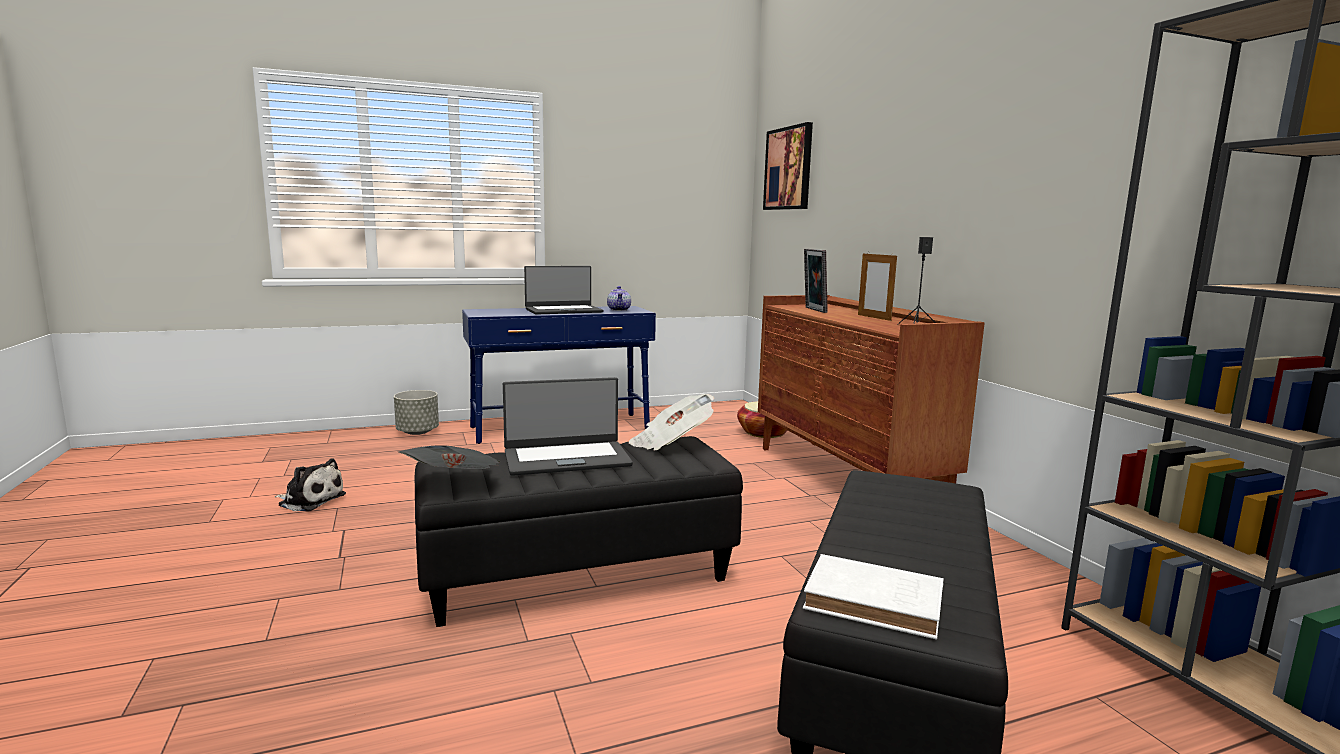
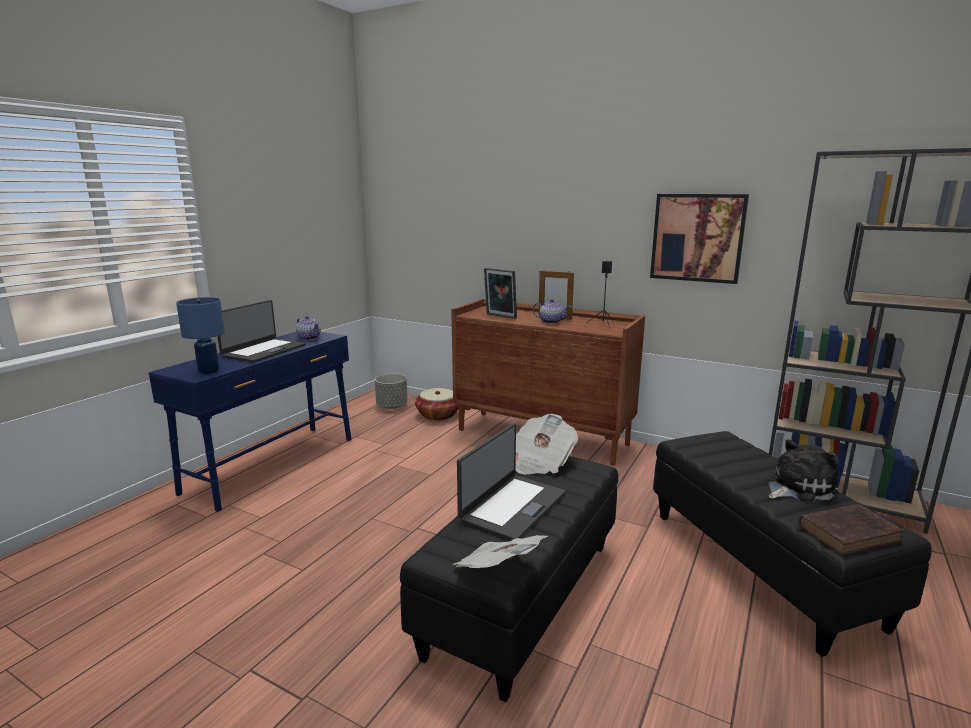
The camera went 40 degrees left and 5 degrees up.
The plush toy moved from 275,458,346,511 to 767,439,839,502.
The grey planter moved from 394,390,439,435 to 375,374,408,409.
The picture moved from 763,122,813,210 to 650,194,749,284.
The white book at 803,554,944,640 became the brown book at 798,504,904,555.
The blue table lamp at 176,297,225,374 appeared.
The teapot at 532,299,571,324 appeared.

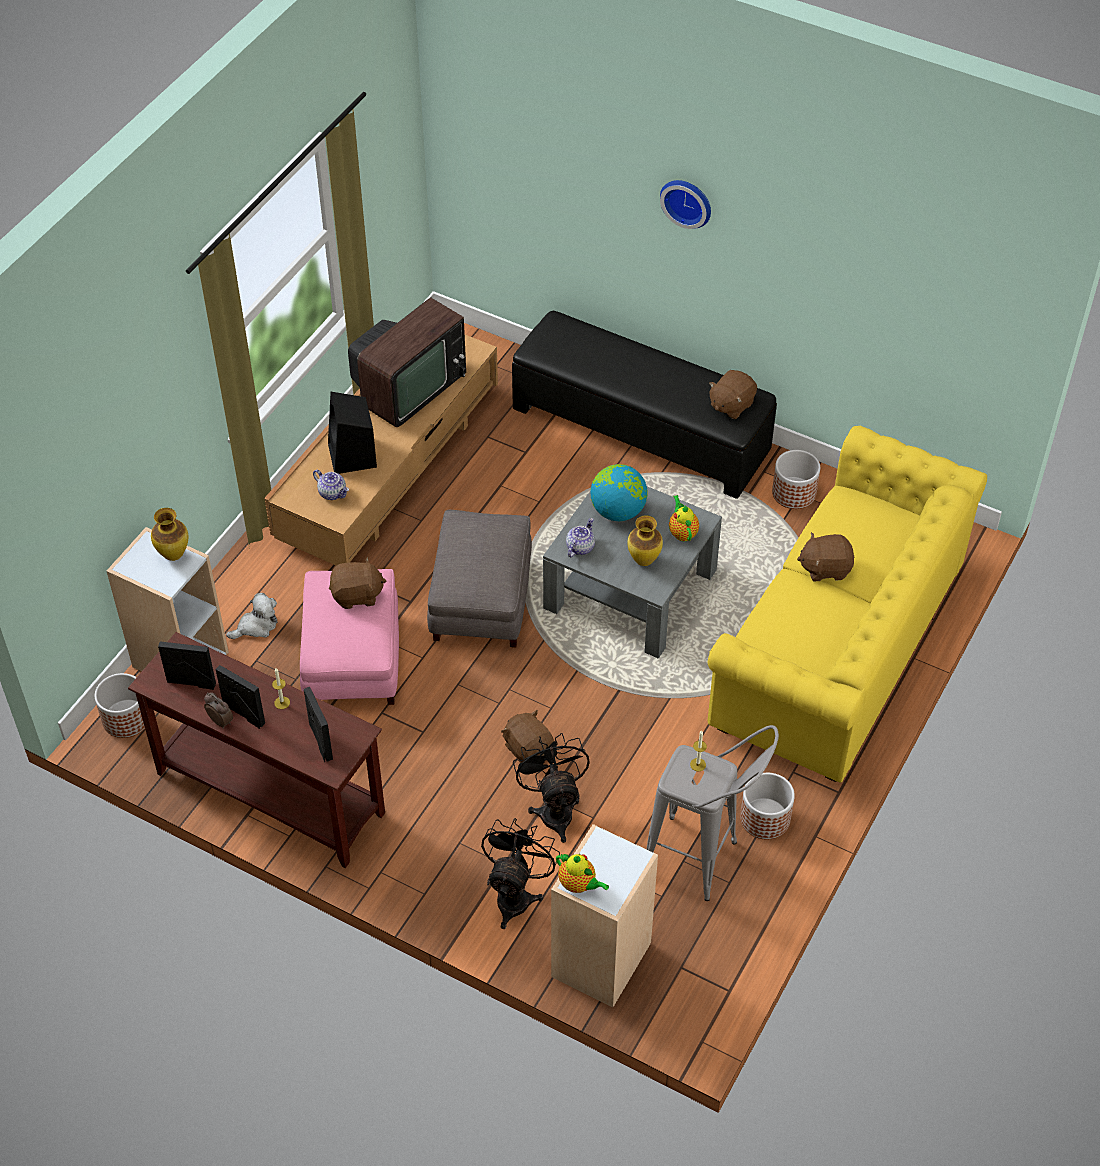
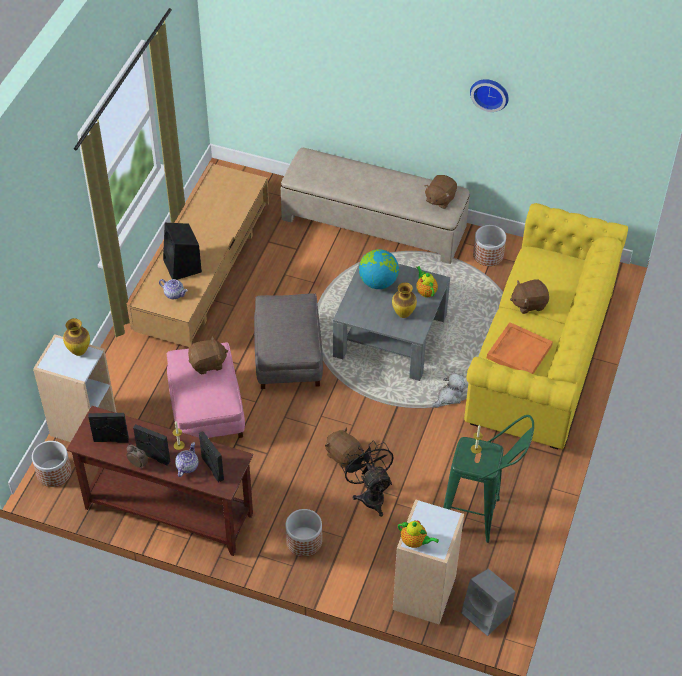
The camera went 10 degrees left and 0 degrees up.
The plush toy moved from 226,593,278,639 to 432,372,465,408.
The television at 348,297,466,427 disappeared.
The black fan at 481,818,560,929 disappeared.
The black bench at 512,310,777,499 became the beige bench at 281,148,470,264.
The teapot moved from 566,518,595,557 to 175,442,198,477.
The grey stool at 647,725,779,901 became the green stool at 444,415,534,543.
The wall clock moved from 660,180,711,229 to 470,79,509,112.
The planter moved from 740,773,795,840 to 286,509,322,557.
The grey speaker at 461,569,515,636 appeared.
The orange tray at 487,322,553,374 appeared.

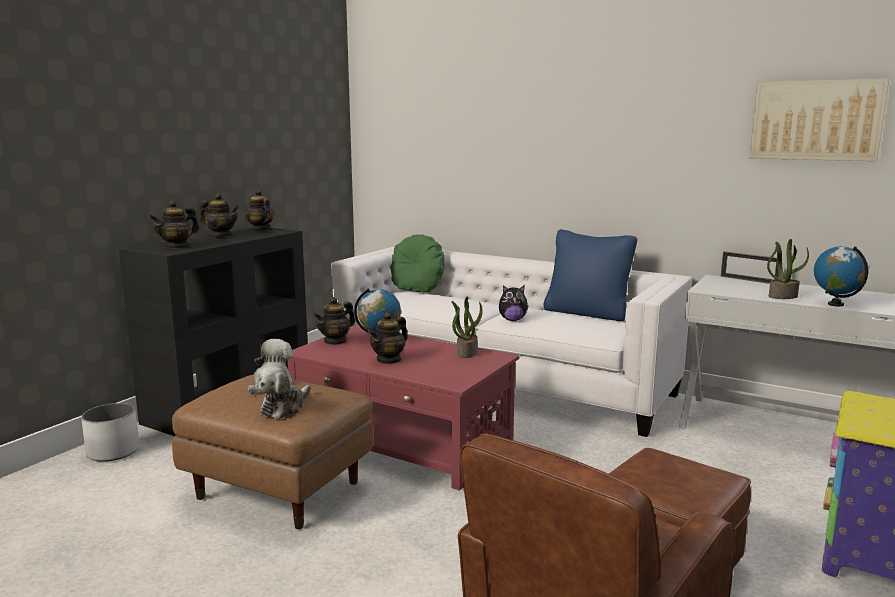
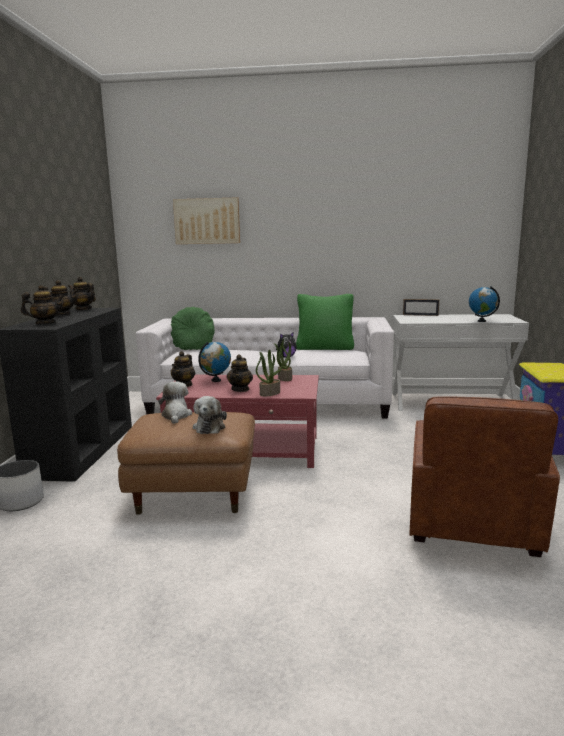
The camera went 25 degrees left and 0 degrees up.
The teapot at 149,201,199,249 turned 120 degrees counterclockwise.
The blue pillow at 543,229,638,321 became the green pillow at 296,294,354,350.
The picture moved from 750,78,889,161 to 173,197,240,244.
The potted plant moved from 767,239,809,299 to 256,350,284,396.

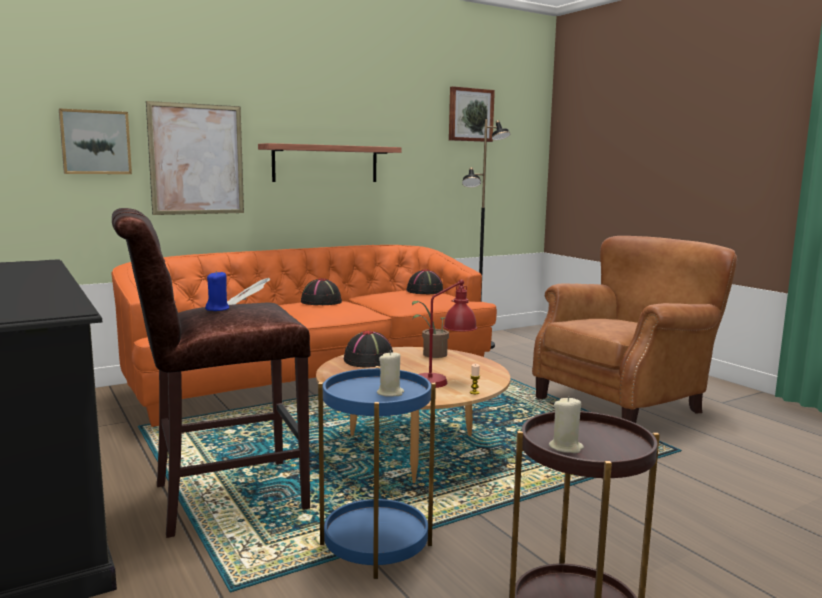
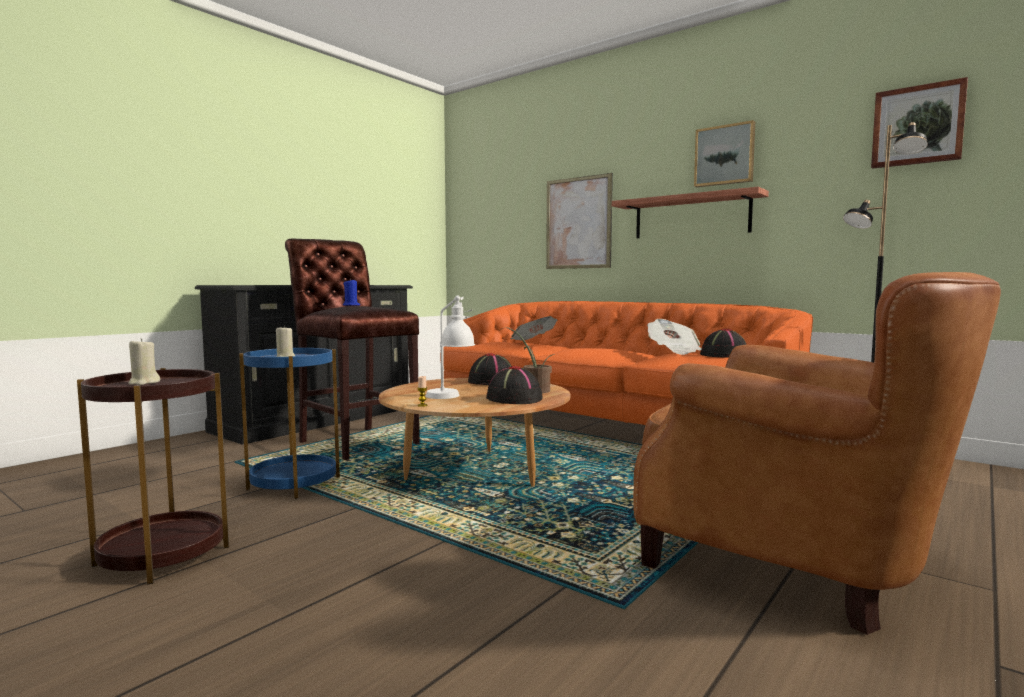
The camera went 70 degrees right and 5 degrees down.
The picture moved from 59,108,132,174 to 694,120,755,187.
The black hat moved from 301,278,342,305 to 486,366,543,404.
The red table lamp at 418,280,477,388 became the white table lamp at 426,296,475,399.
The newspaper at 647,319,702,355 appeared.

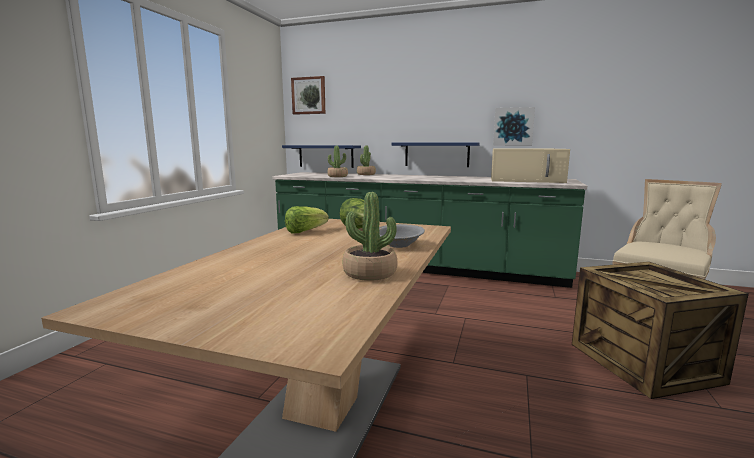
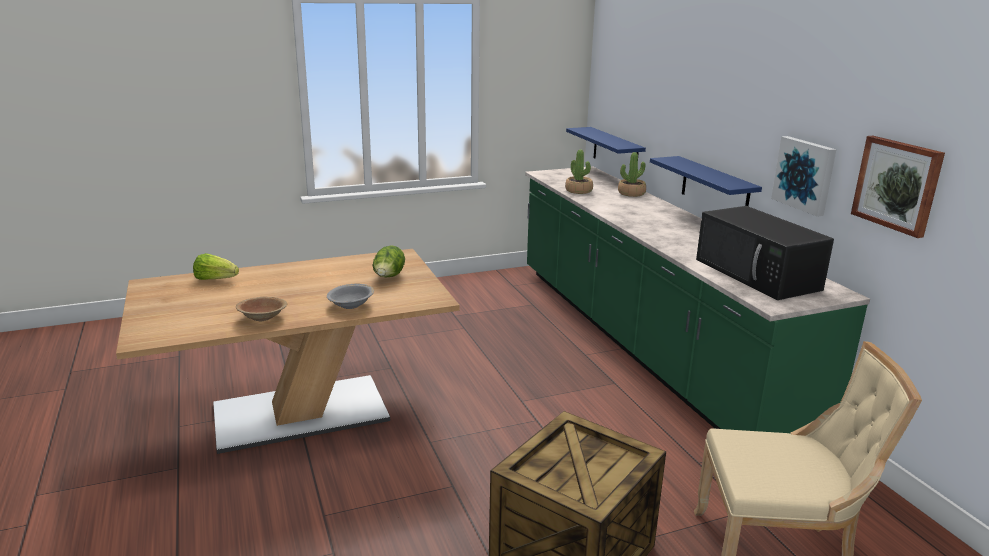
The camera went 50 degrees right and 10 degrees up.
The lettuce moved from 285,206,329,233 to 193,253,239,280.
The picture moved from 291,76,325,115 to 851,136,945,238.
The potted plant at 343,192,397,281 was replaced by the brown bowl at 236,296,287,321.
The beige microwave at 491,148,570,183 became the black microwave at 696,206,834,300.

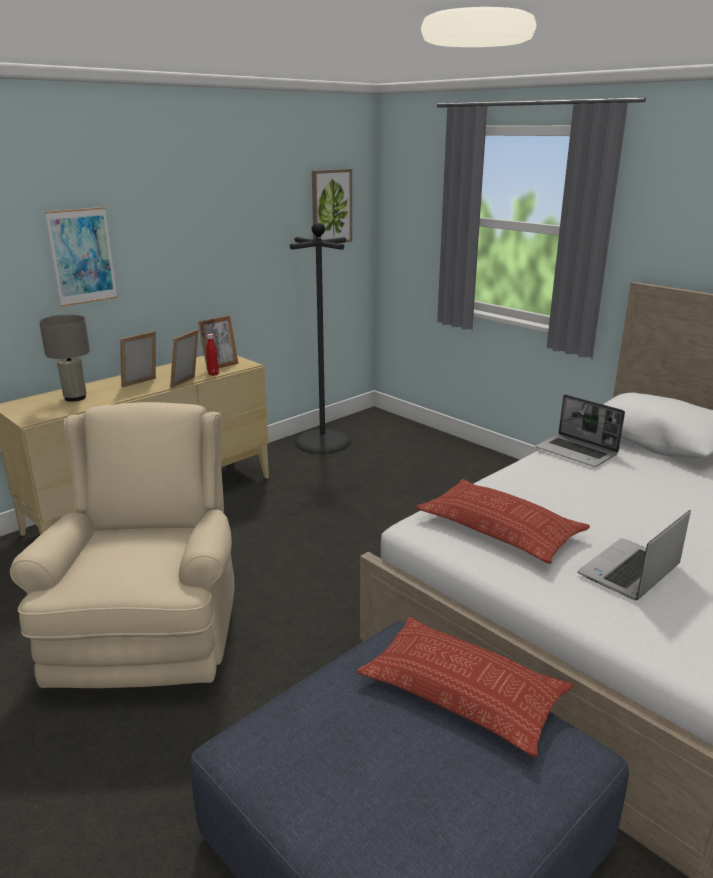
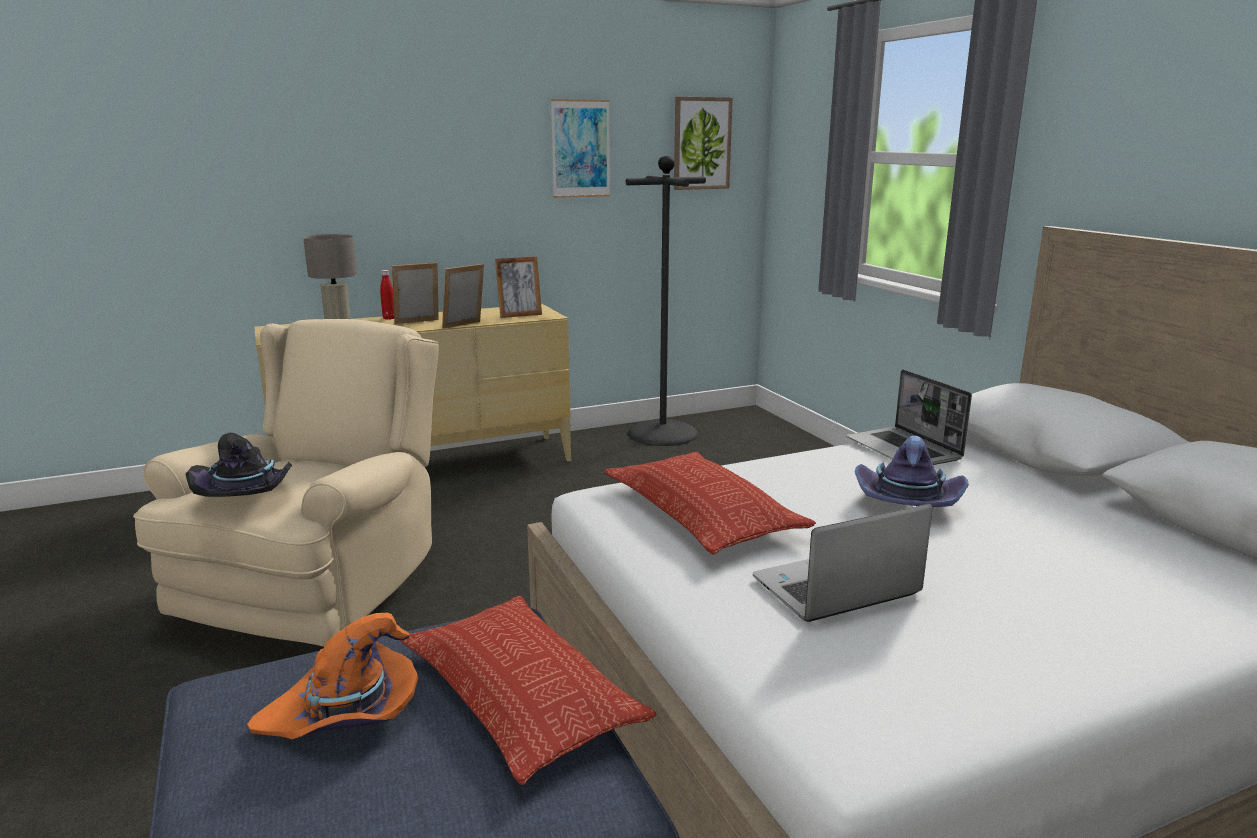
The camera went 20 degrees right and 5 degrees down.
The picture moved from 45,207,118,307 to 551,99,610,198.
The red bottle moved from 206,334,219,376 to 380,270,394,320.
The black hat at 186,433,292,497 appeared.
The orange hat at 247,613,418,739 appeared.
The purple hat at 855,436,969,507 appeared.

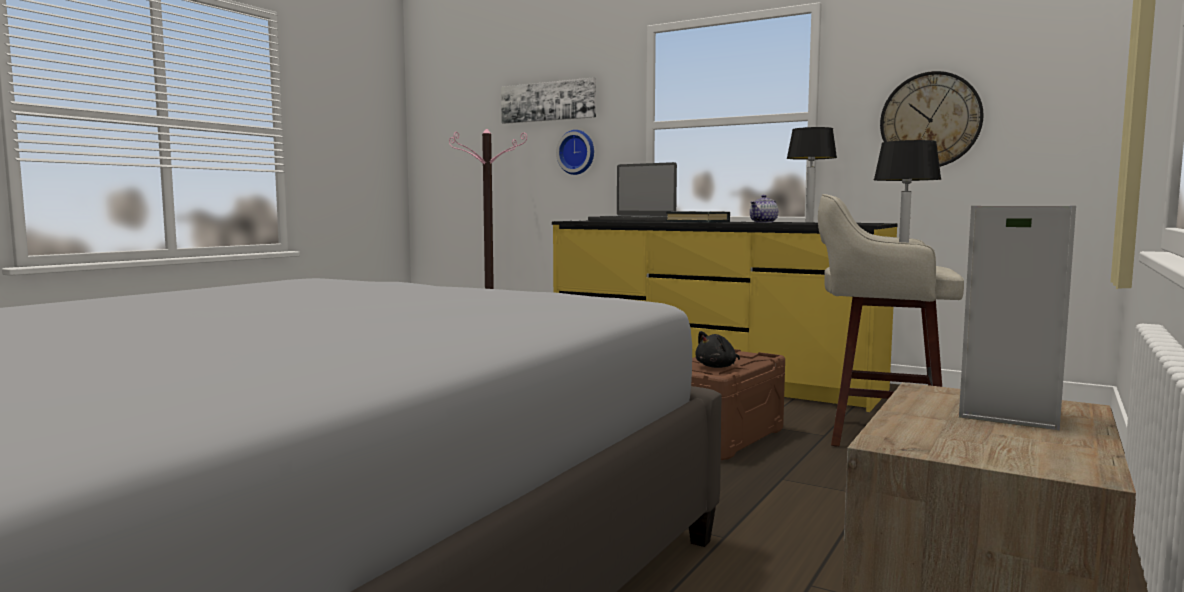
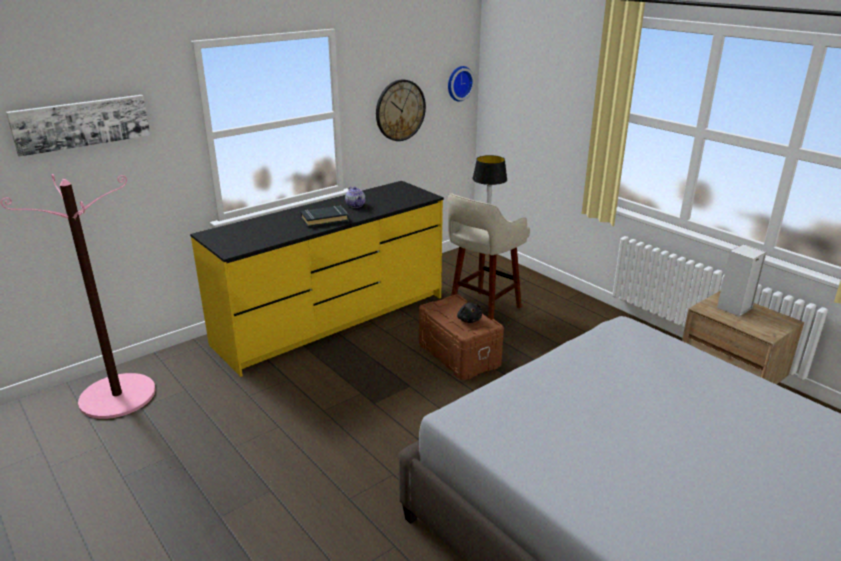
The camera went 70 degrees left and 20 degrees up.
The wall clock moved from 556,130,594,175 to 448,66,475,102.
The laptop at 588,162,677,222 disappeared.
The table lamp at 787,127,837,223 disappeared.

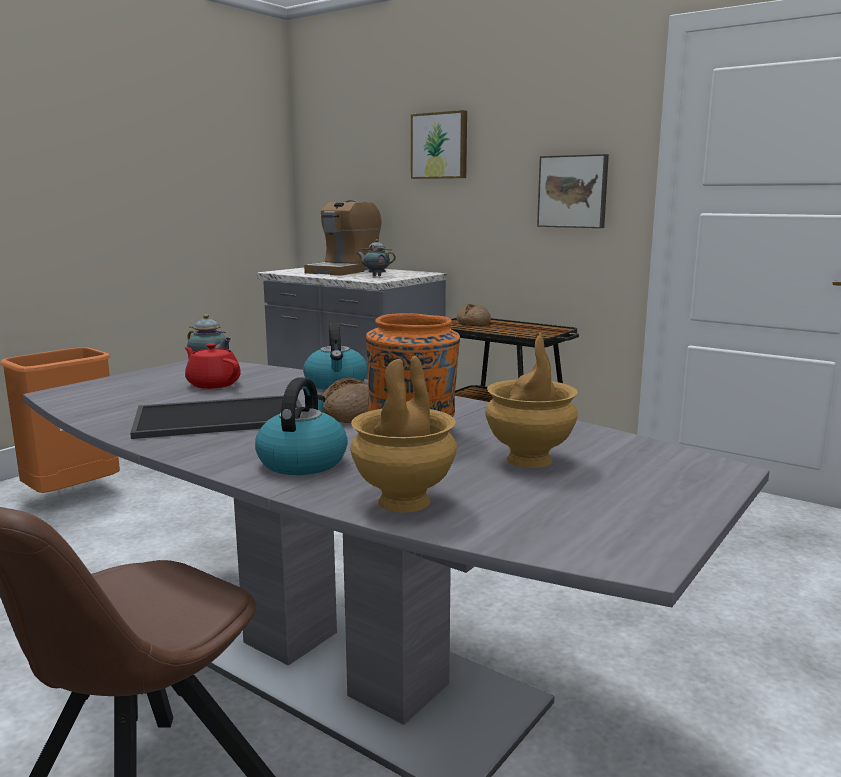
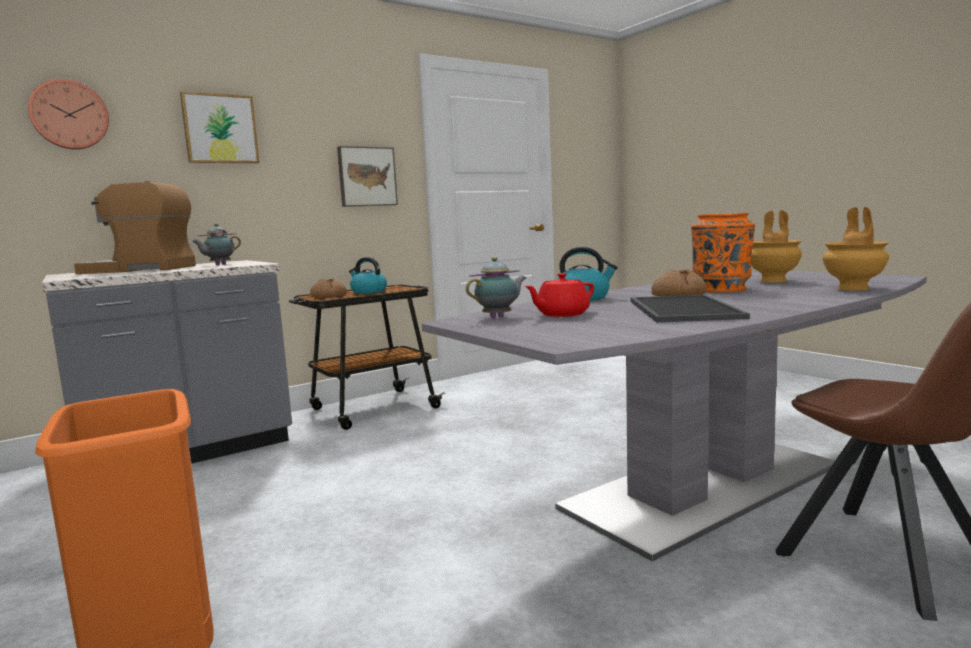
The camera went 70 degrees left and 5 degrees down.
The kettle moved from 255,377,348,475 to 349,257,387,294.
The coffee machine at 304,200,382,276 turned 135 degrees clockwise.
The wall clock at 28,79,109,150 appeared.

